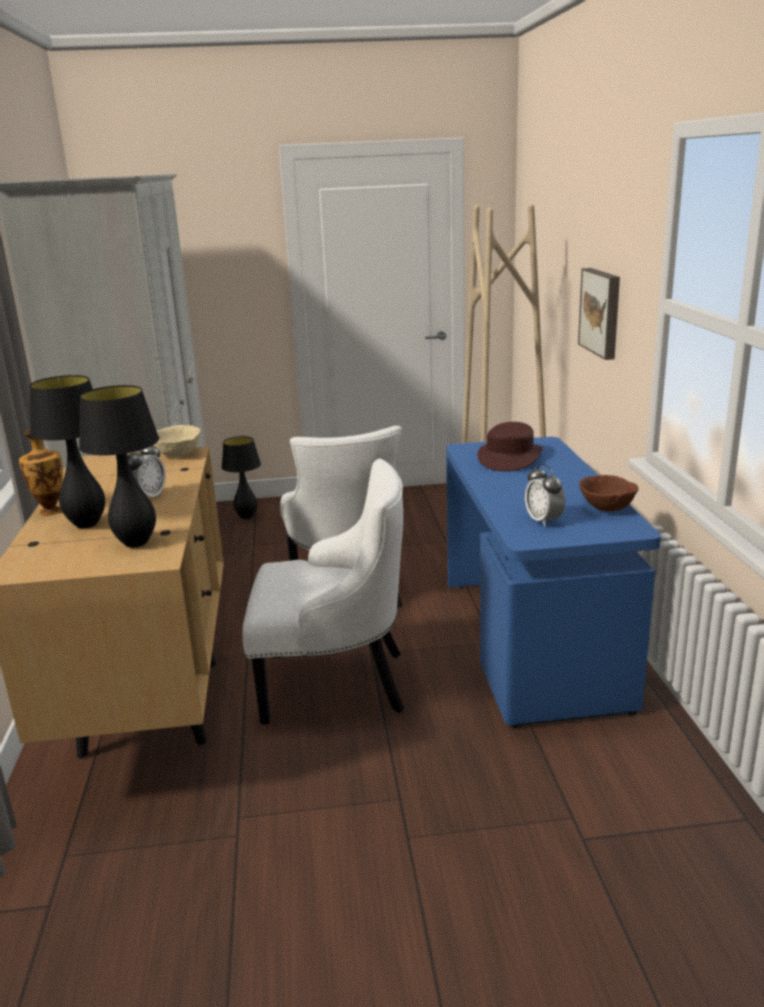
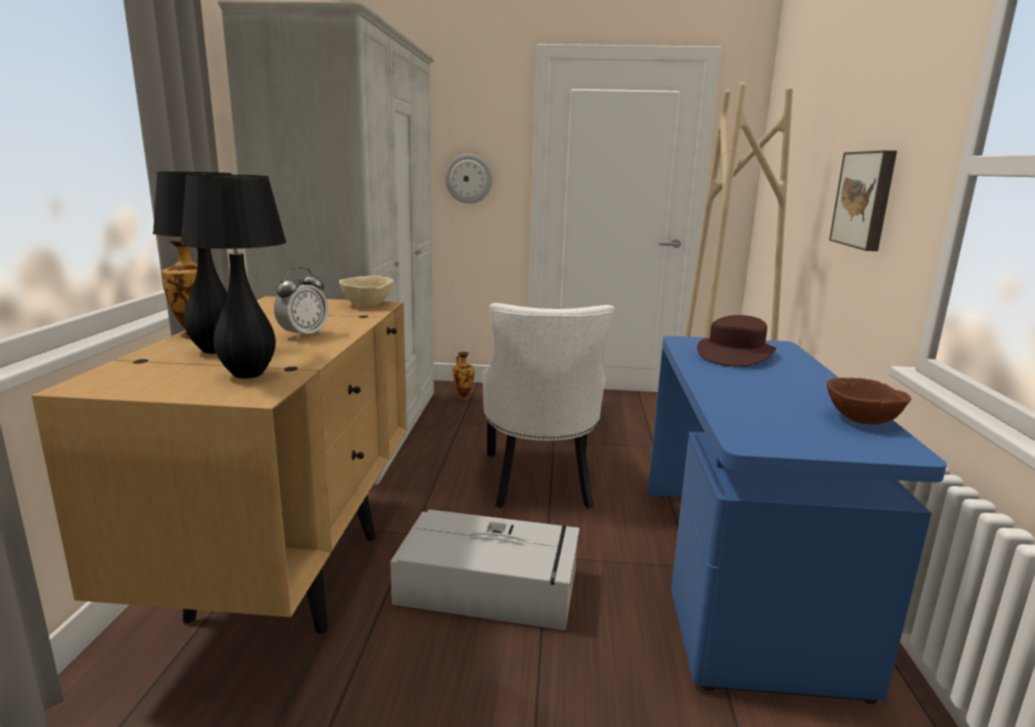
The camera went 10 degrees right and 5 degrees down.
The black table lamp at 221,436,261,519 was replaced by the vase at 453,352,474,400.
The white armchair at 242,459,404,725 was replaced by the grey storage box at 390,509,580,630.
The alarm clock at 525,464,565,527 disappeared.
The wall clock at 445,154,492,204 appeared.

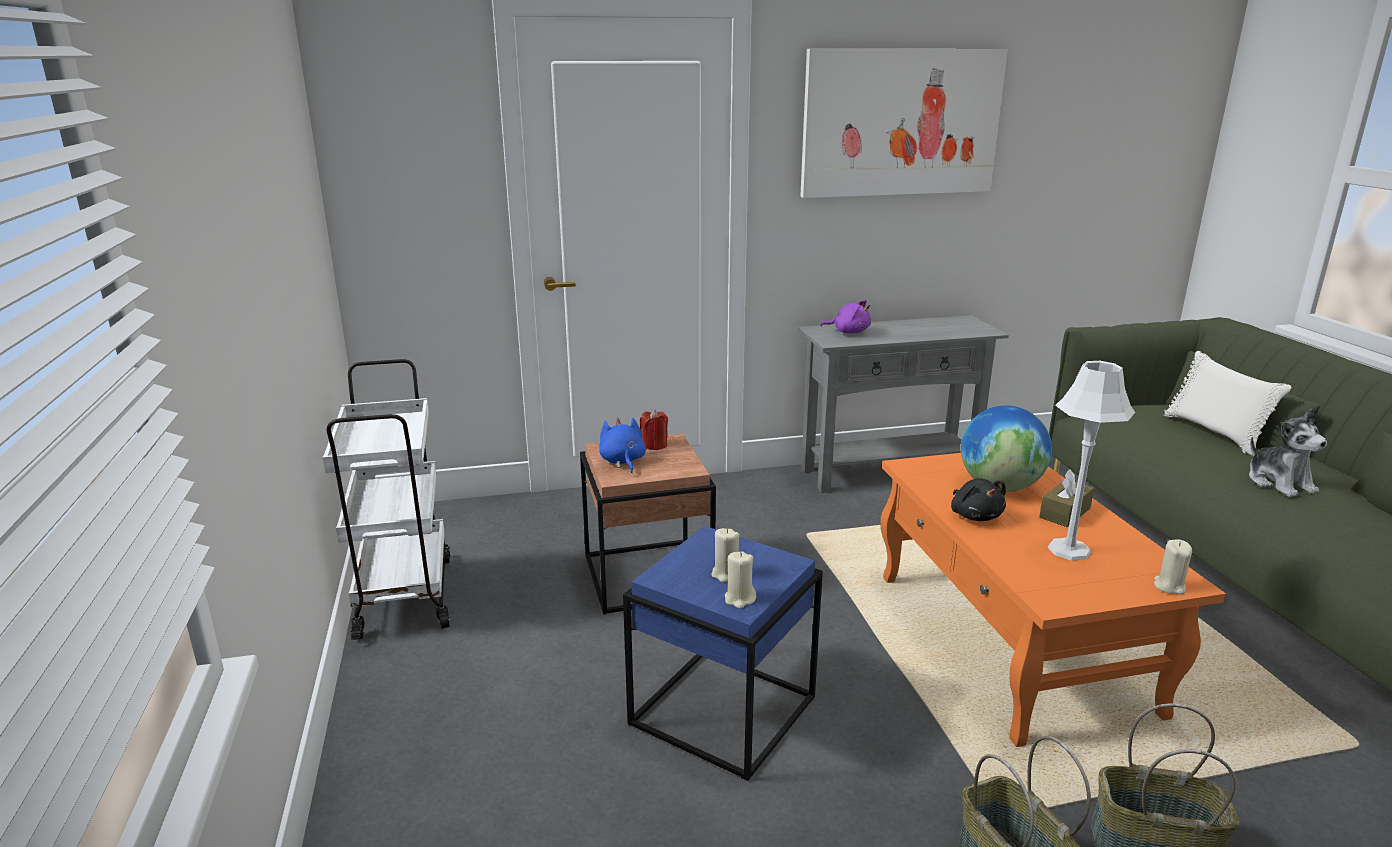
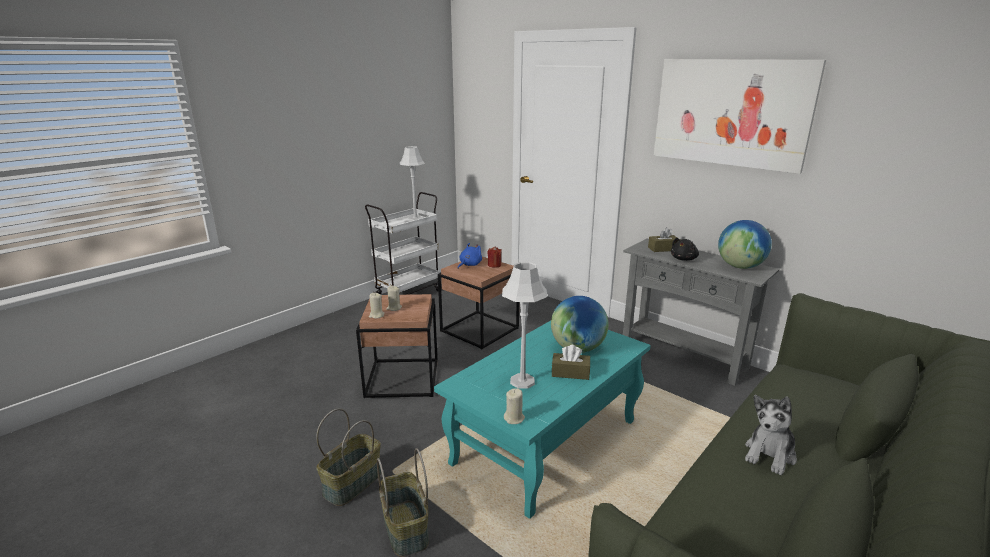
The camera went 55 degrees right and 0 degrees up.
The blue side table at 623,526,823,781 became the brown side table at 356,294,438,398.
The purple plush toy at 820,300,871,334 was replaced by the brown tissue box at 648,227,680,252.
The orange coffee table at 880,453,1226,747 became the turquoise coffee table at 434,321,651,519.
The black plush toy moved from 951,478,1006,521 to 671,238,699,261.
The white pillow at 1164,351,1291,456 disappeared.
The grey table lamp at 400,146,425,221 appeared.
The globe at 718,220,772,269 appeared.

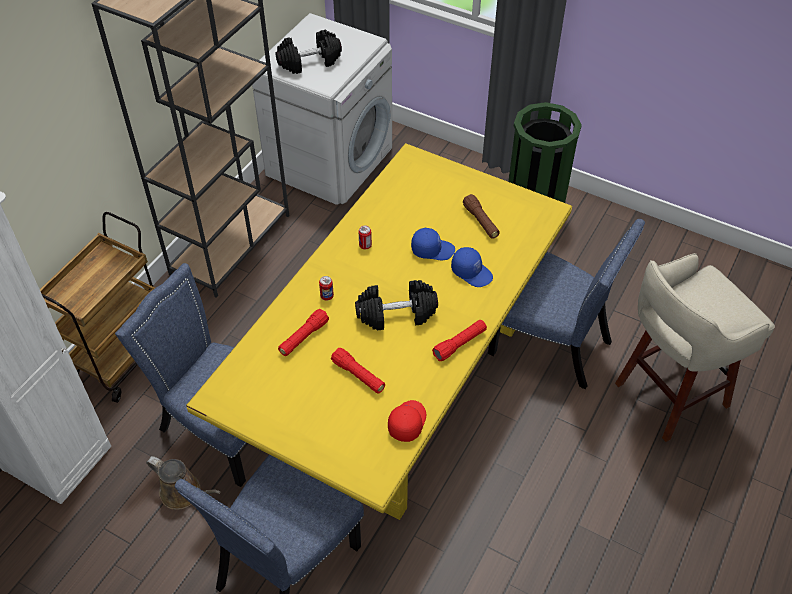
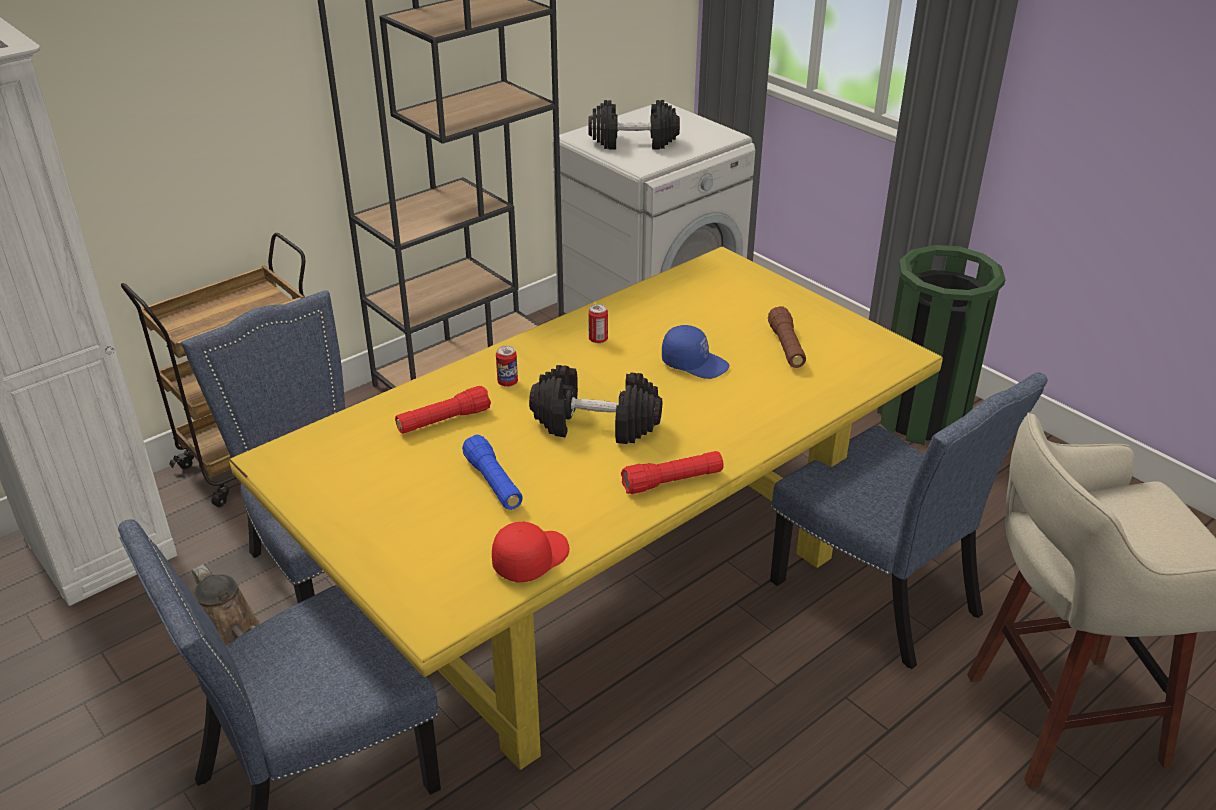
The camera went 20 degrees right and 15 degrees down.
The red flashlight at 331,348,385,394 became the blue flashlight at 462,435,523,510.
The blue cap at 451,247,493,287 disappeared.

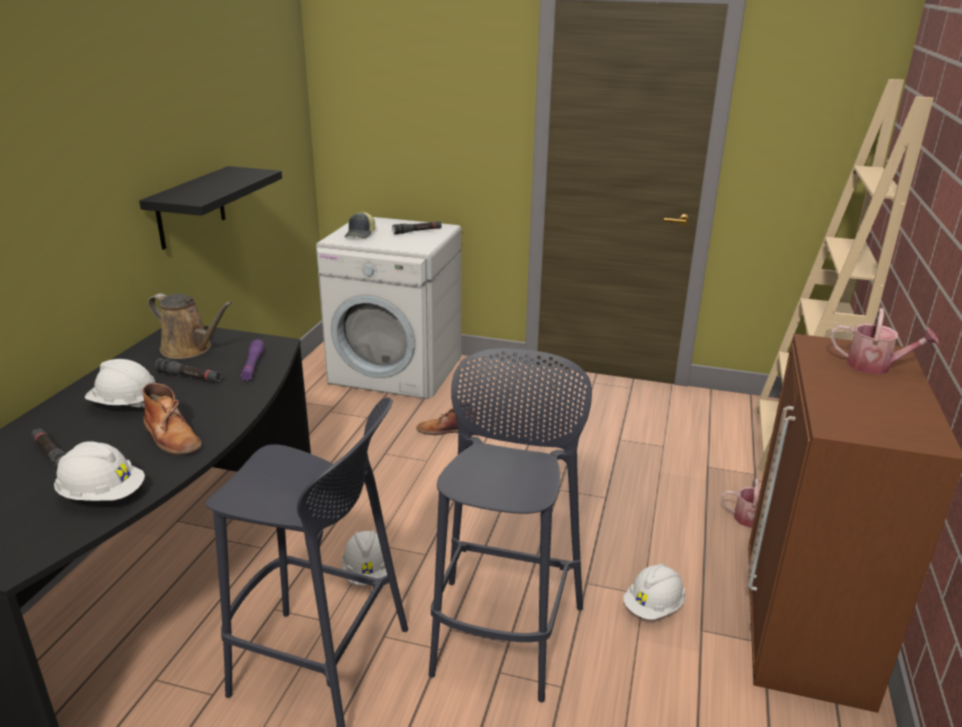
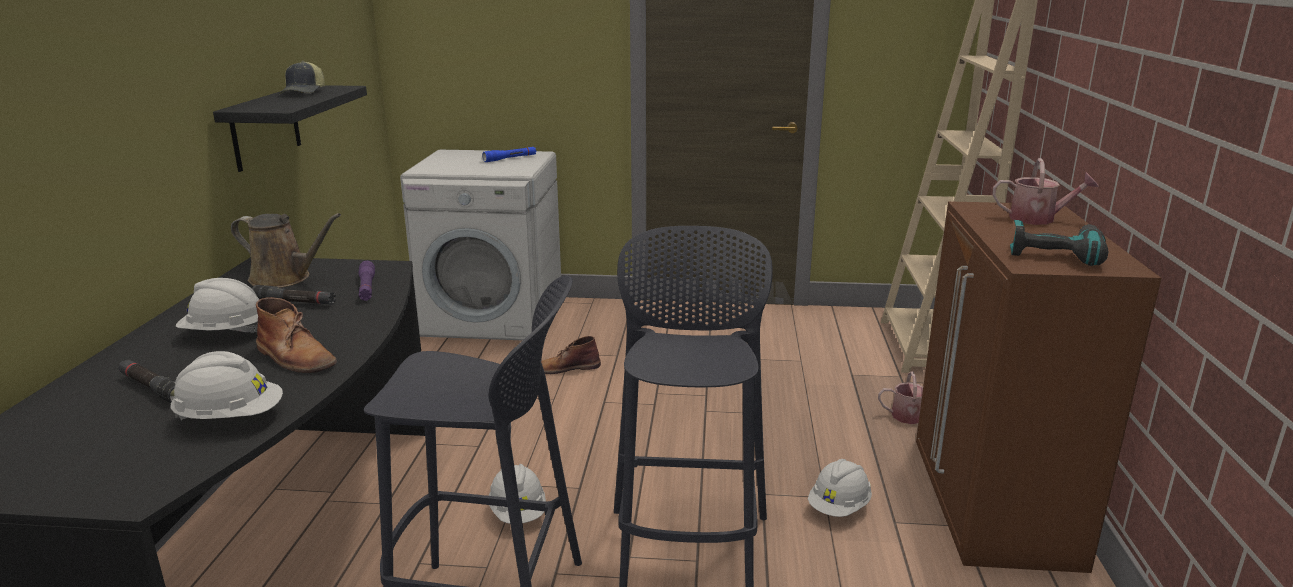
The camera went 10 degrees left and 5 degrees down.
The cap moved from 344,212,375,238 to 279,61,325,94.
The black flashlight at 392,221,442,234 became the blue flashlight at 483,147,536,162.
The power drill at 1010,220,1108,266 appeared.

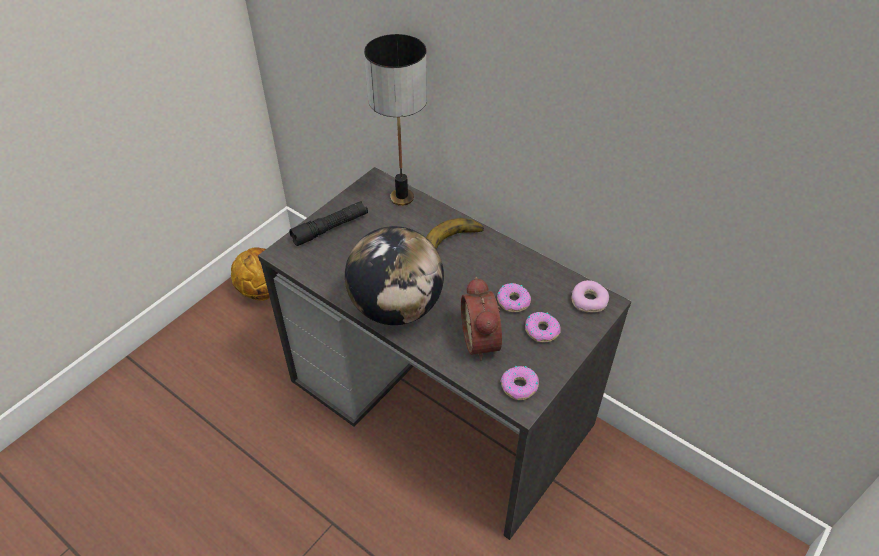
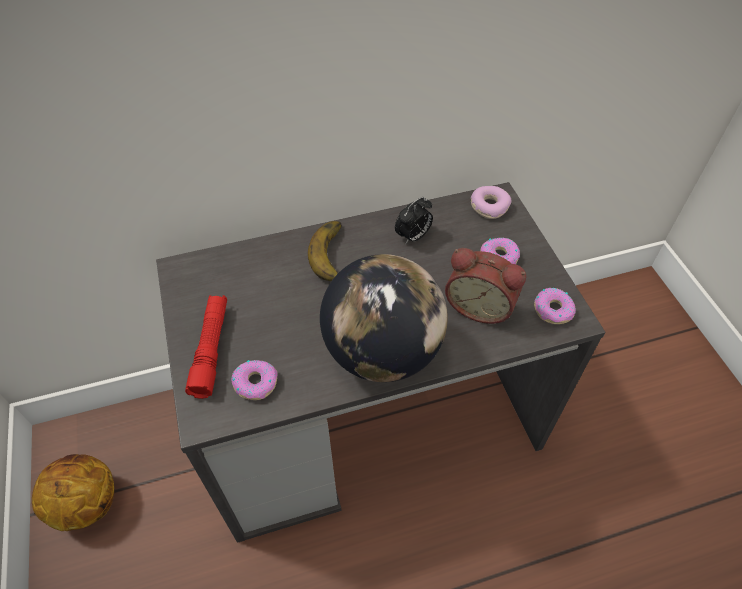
The camera went 55 degrees left and 5 degrees up.
The black flashlight at 289,201,368,246 became the red flashlight at 185,295,227,399.
The table lamp at 364,34,427,206 disappeared.
The donut moved from 497,283,531,312 to 231,360,278,400.
The alarm clock at 395,197,433,244 appeared.

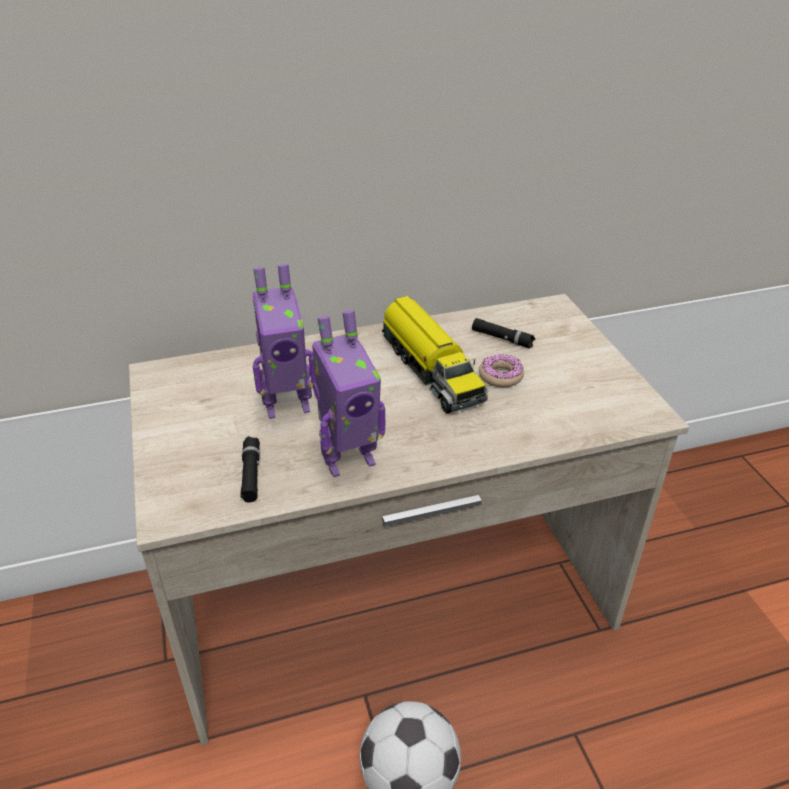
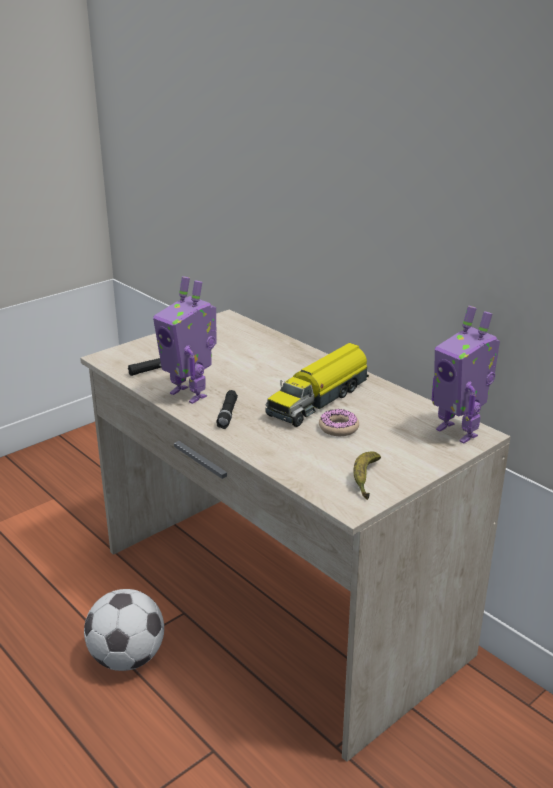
The camera went 65 degrees right and 10 degrees down.
The toy robot moved from 252,264,316,419 to 432,306,500,444.
The black flashlight moved from 472,318,535,348 to 216,390,238,429.
The banana at 353,451,381,500 appeared.

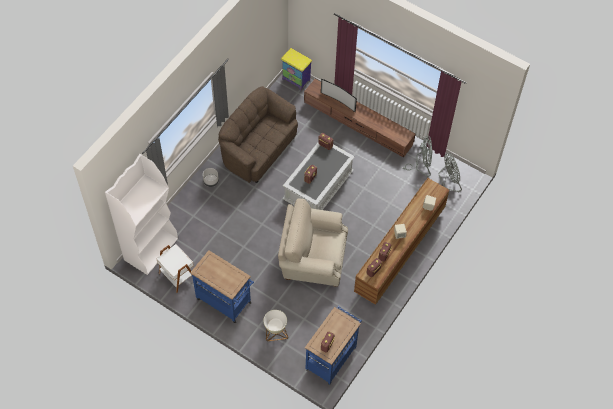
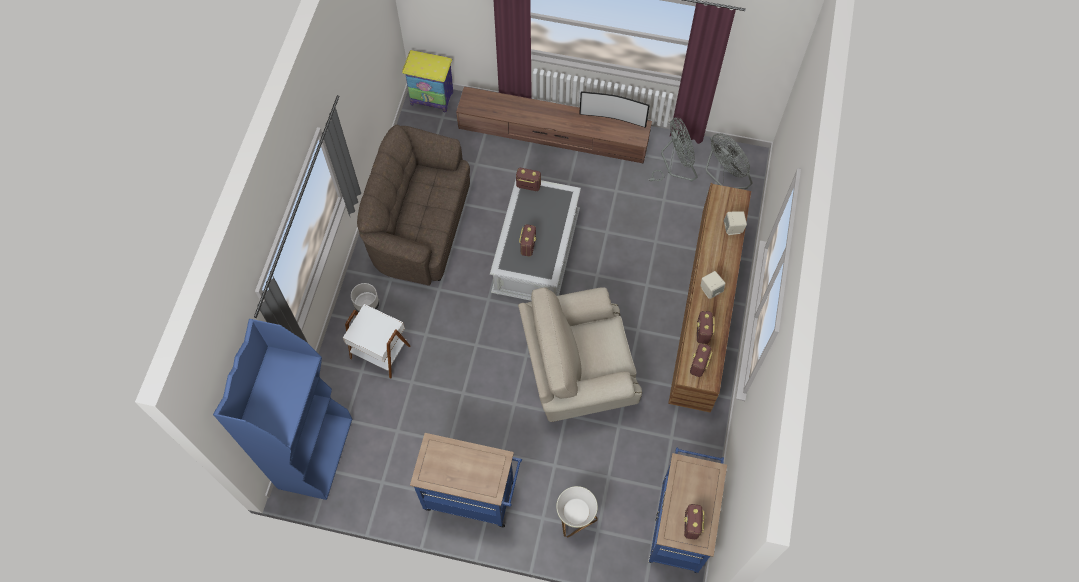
The camera went 20 degrees left and 5 degrees up.
The white bookcase at 105,154,178,275 became the blue bookcase at 213,319,352,500.
The white side table moved from 156,244,194,293 to 343,304,411,379.
The television moved from 321,79,357,112 to 579,91,650,128.

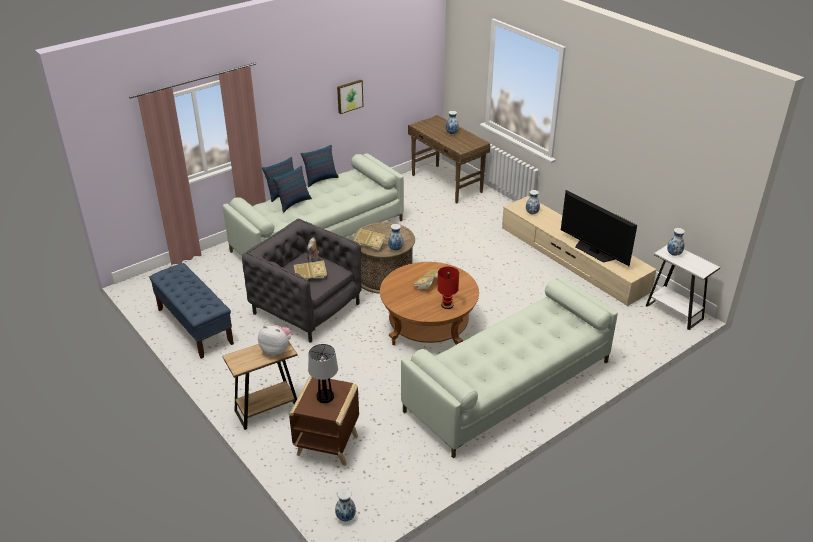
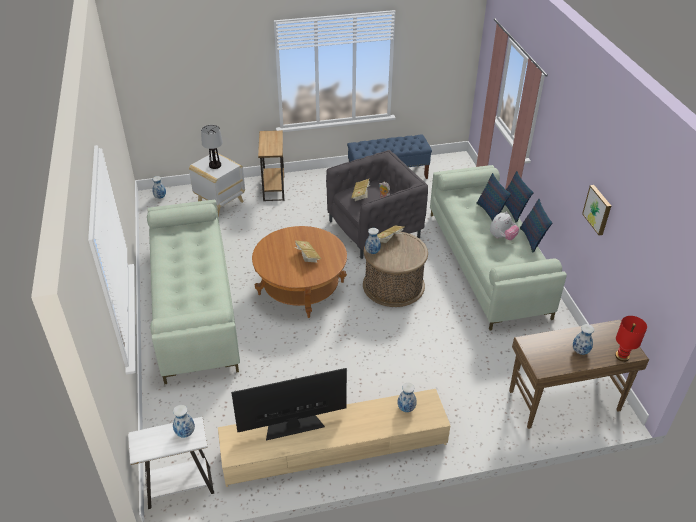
The camera went 115 degrees right and 5 degrees up.
The plush toy moved from 258,325,292,356 to 490,211,519,240.
The brown side table at 289,376,359,466 became the white side table at 189,152,245,217.
The red table lamp moved from 437,267,459,309 to 615,316,647,362.

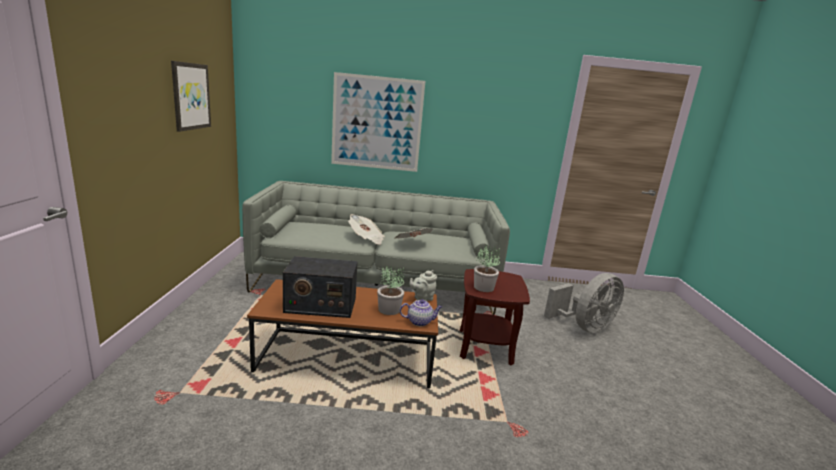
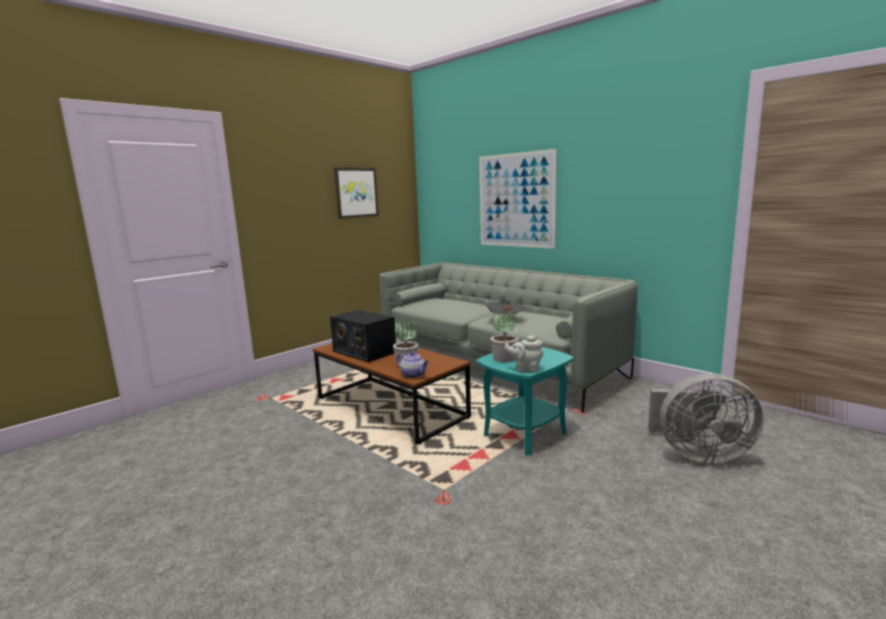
The camera went 45 degrees right and 5 degrees down.
The newspaper at 348,214,385,245 disappeared.
The grey teapot moved from 409,270,437,301 to 504,335,543,372.
The brown side table at 460,269,530,365 became the turquoise side table at 477,347,574,455.

